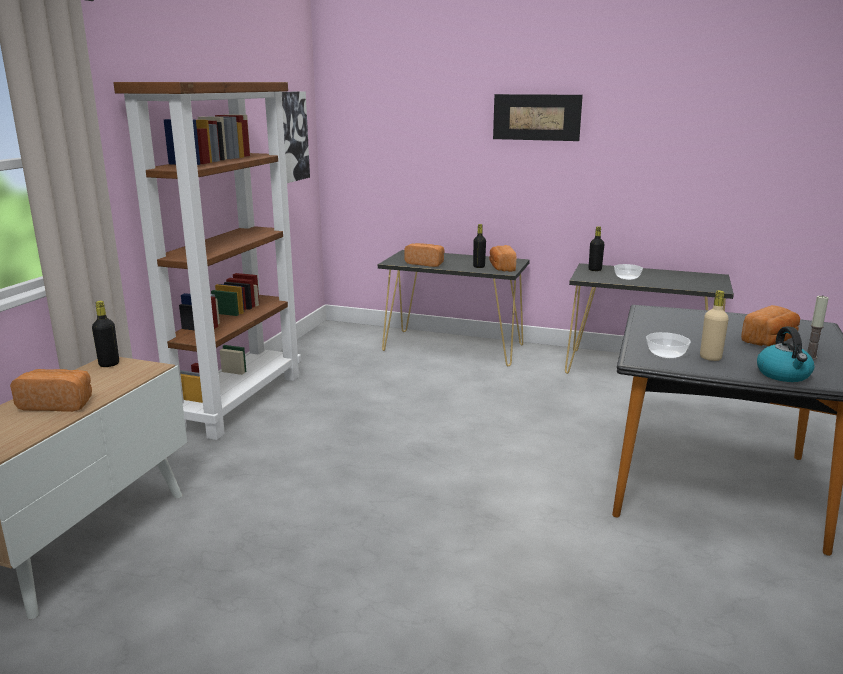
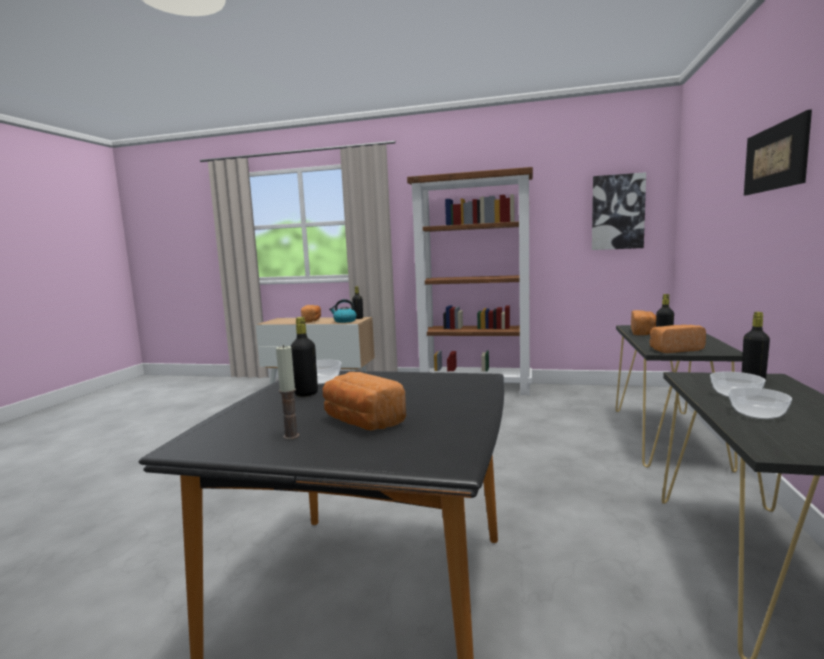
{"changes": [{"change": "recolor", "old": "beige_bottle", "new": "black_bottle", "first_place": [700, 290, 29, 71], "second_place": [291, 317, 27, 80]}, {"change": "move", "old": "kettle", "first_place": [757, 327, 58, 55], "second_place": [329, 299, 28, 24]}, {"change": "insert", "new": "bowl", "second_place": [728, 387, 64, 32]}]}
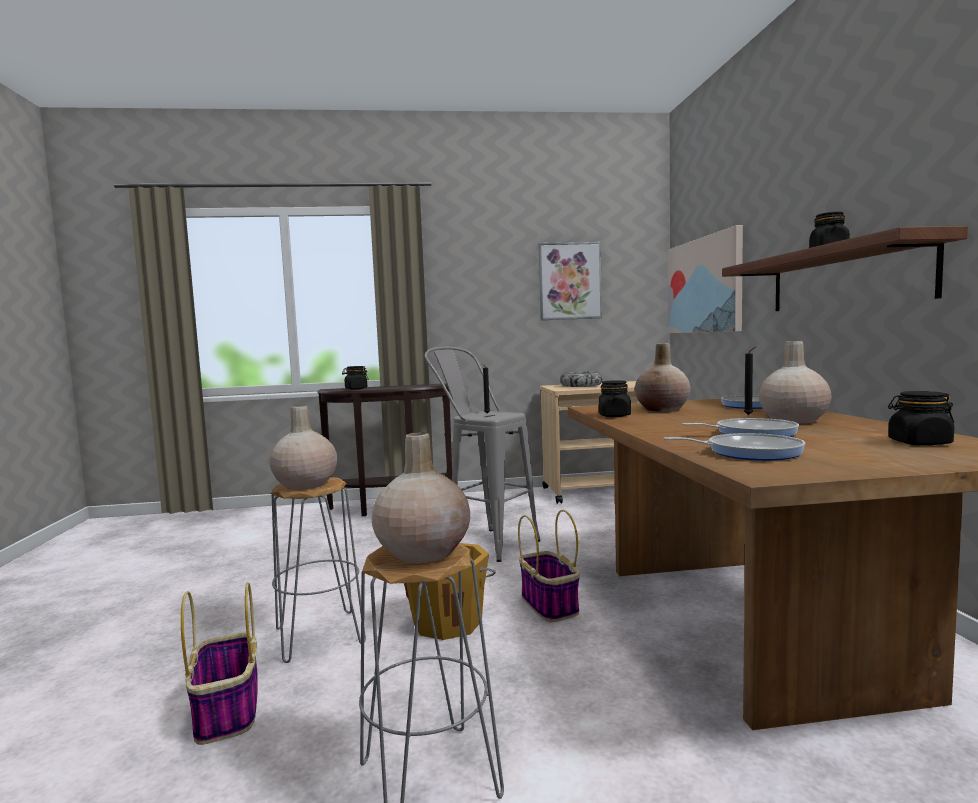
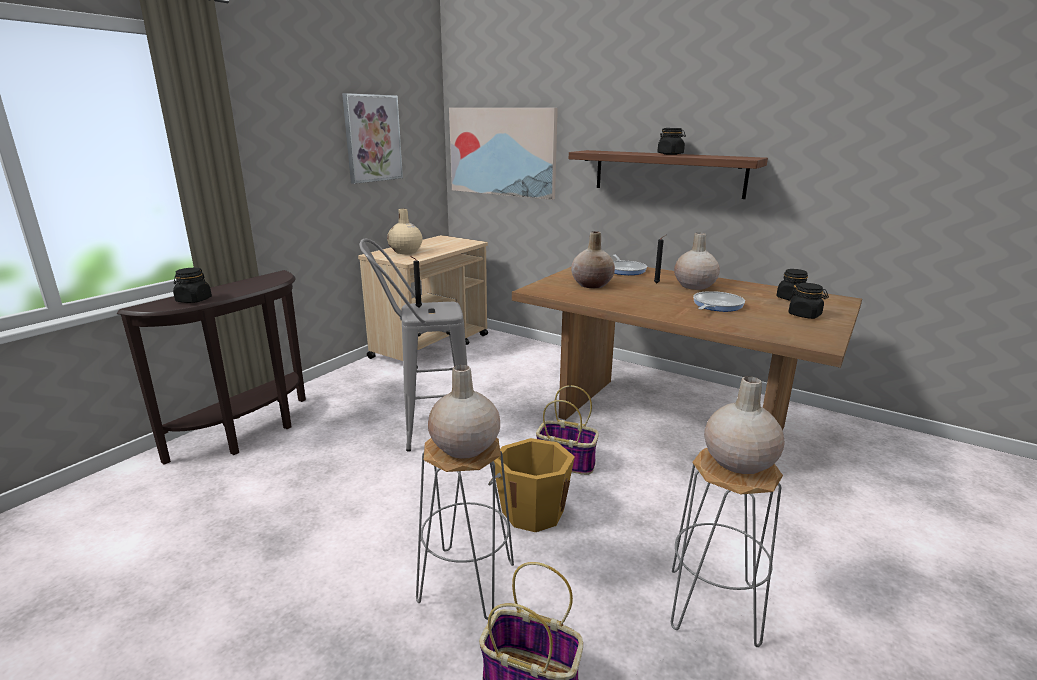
{"changes": [{"change": "replace", "old": "bowl", "new": "beige_vase", "first_place": [560, 371, 43, 16], "second_place": [387, 208, 35, 46]}, {"change": "move", "old": "black_jar", "first_place": [598, 380, 33, 37], "second_place": [788, 283, 41, 36]}, {"change": "delete", "old": "frying_pan", "first_place": [663, 433, 142, 28]}]}
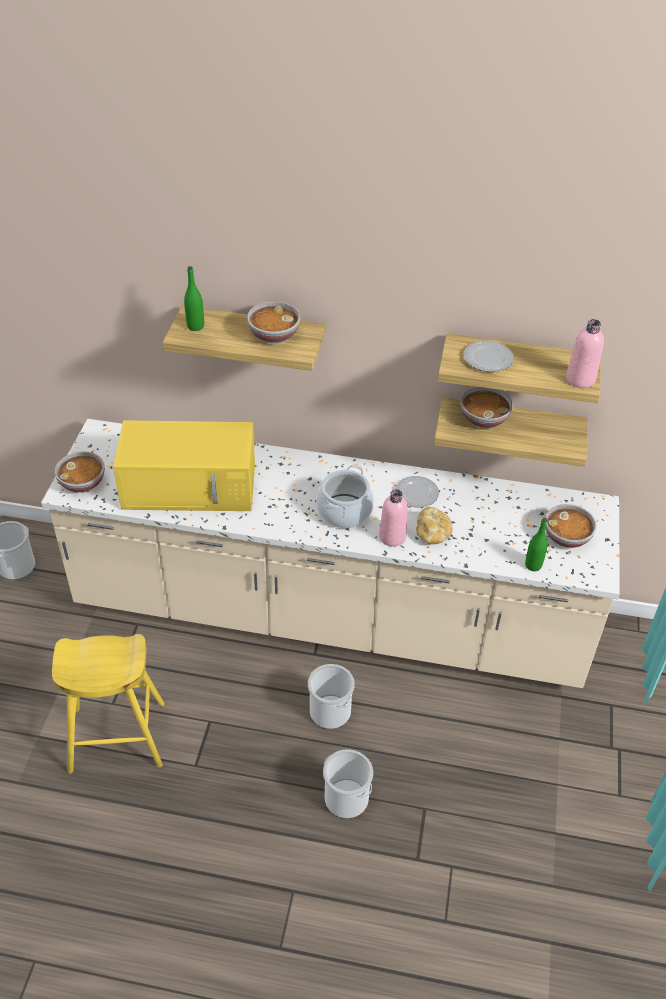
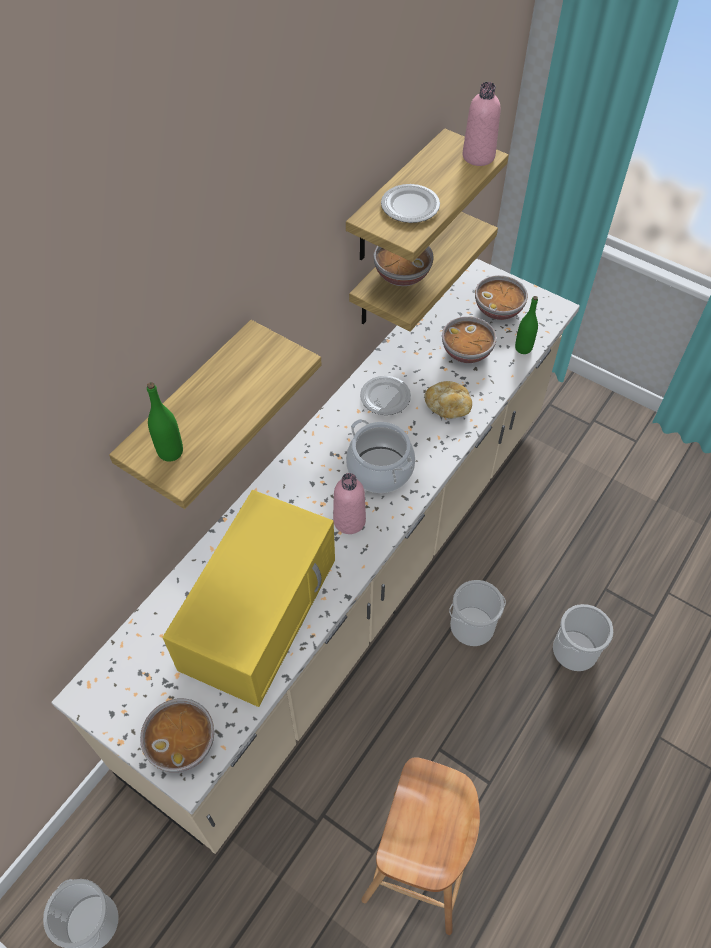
{"changes": [{"change": "move", "old": "pink_bottle", "first_place": [379, 489, 29, 58], "second_place": [333, 473, 33, 61]}, {"change": "recolor", "old": "yellow_stool", "new": "brown_stool", "first_place": [52, 634, 113, 140], "second_place": [361, 757, 119, 178]}, {"change": "move", "old": "bowl", "first_place": [247, 301, 54, 42], "second_place": [442, 316, 55, 47]}]}
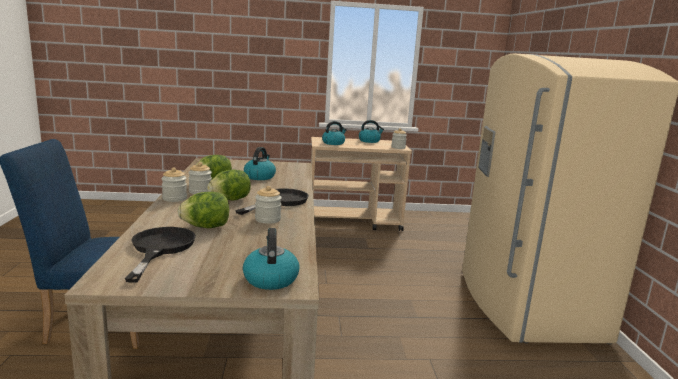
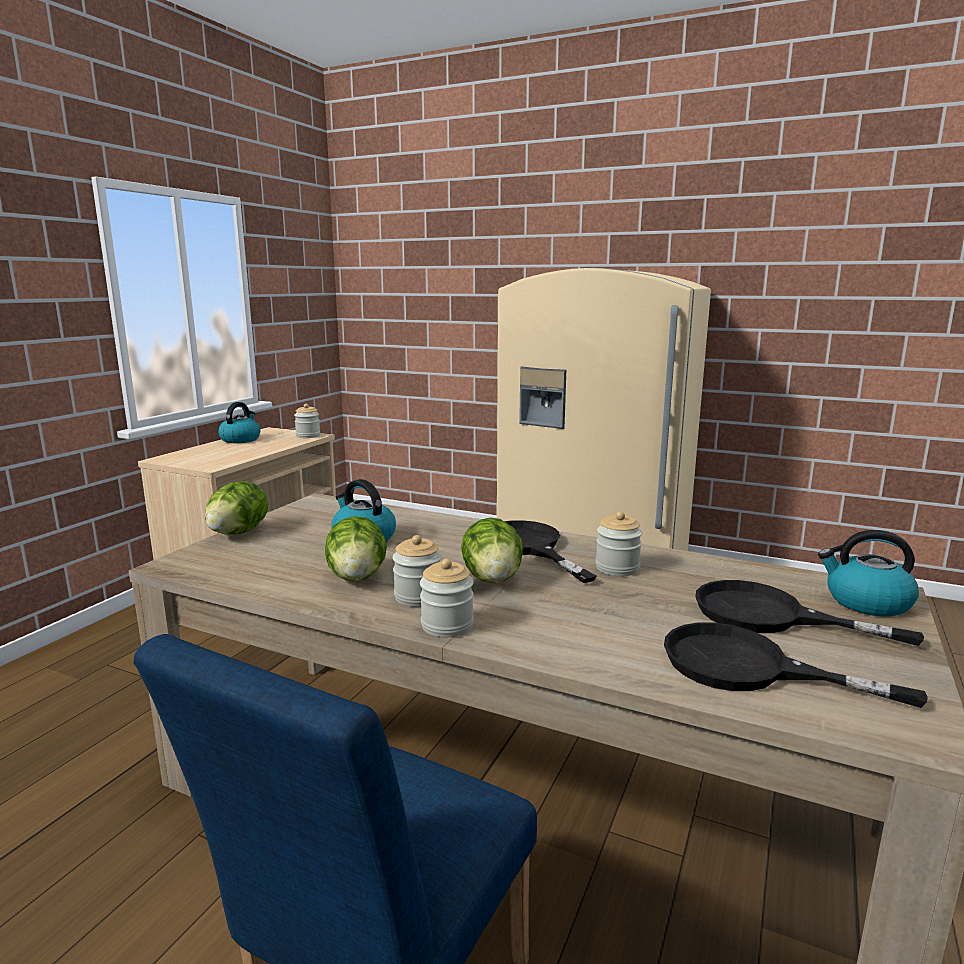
{"changes": [{"change": "move", "old": "lettuce", "first_place": [178, 192, 51, 36], "second_place": [205, 481, 63, 54]}, {"change": "insert", "new": "black_frying_pan", "second_place": [695, 580, 229, 66]}, {"change": "delete", "old": "kettle", "first_place": [322, 121, 25, 24]}]}
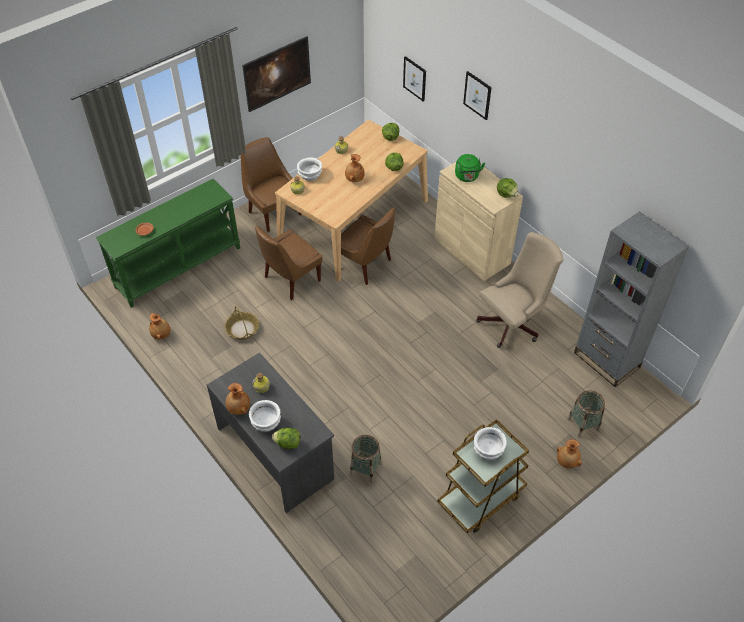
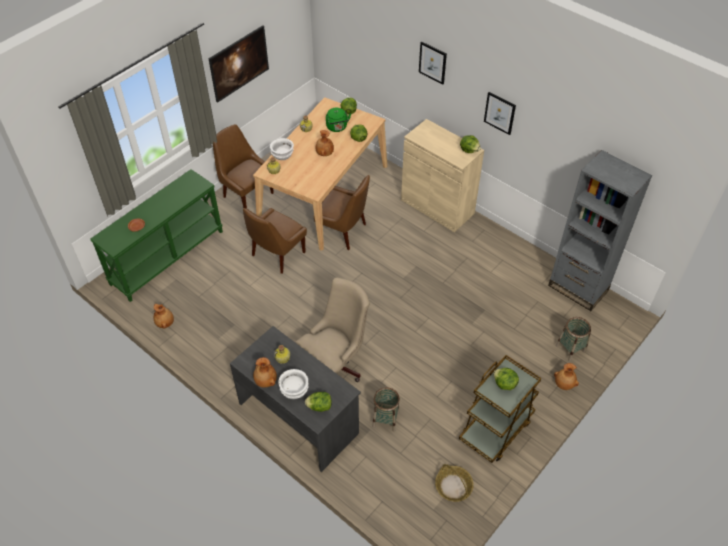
{"changes": [{"change": "move", "old": "beige_office_chair", "first_place": [476, 232, 88, 116], "second_place": [295, 277, 75, 105]}, {"change": "move", "old": "green_kettle", "first_place": [455, 154, 30, 28], "second_place": [326, 108, 25, 24]}, {"change": "move", "old": "basket", "first_place": [225, 306, 34, 34], "second_place": [435, 464, 39, 38]}, {"change": "move", "old": "picture", "first_place": [403, 56, 23, 46], "second_place": [484, 92, 32, 43]}, {"change": "replace", "old": "white_bowl", "new": "lettuce", "first_place": [474, 427, 33, 33], "second_place": [493, 368, 26, 22]}]}
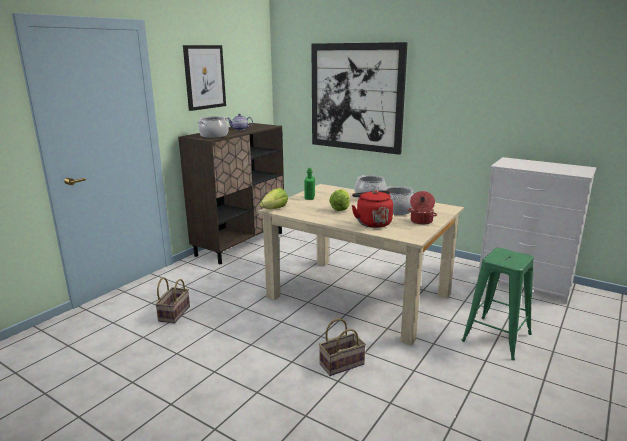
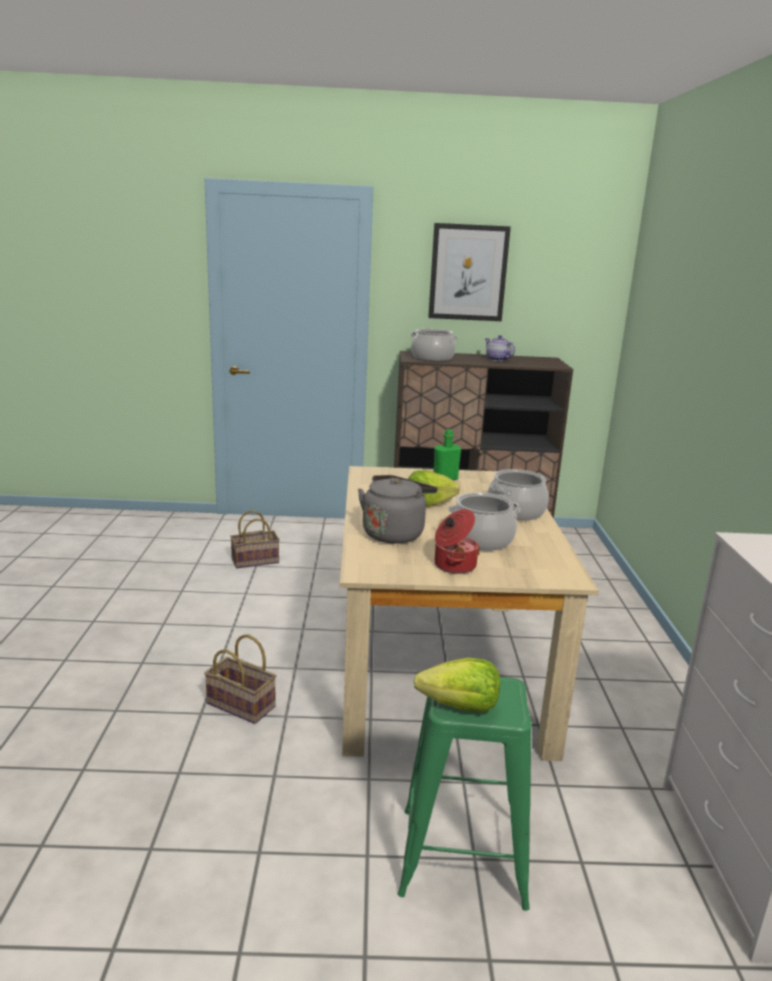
{"changes": [{"change": "recolor", "old": "red_kettle", "new": "grey_kettle", "first_place": [352, 190, 41, 38], "second_place": [358, 475, 79, 69]}, {"change": "move", "old": "lettuce", "first_place": [260, 188, 28, 21], "second_place": [414, 658, 86, 54]}, {"change": "delete", "old": "picture", "first_place": [311, 42, 97, 113]}]}
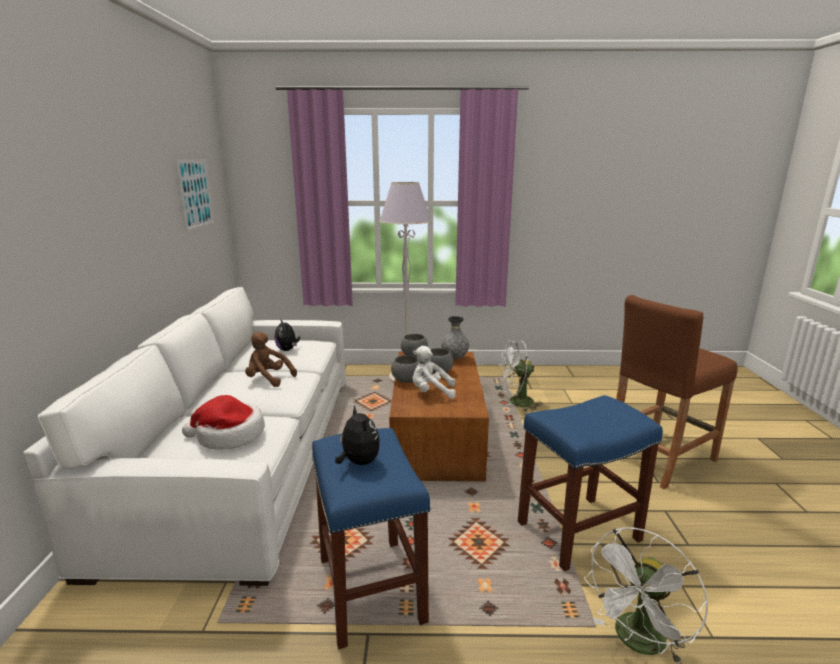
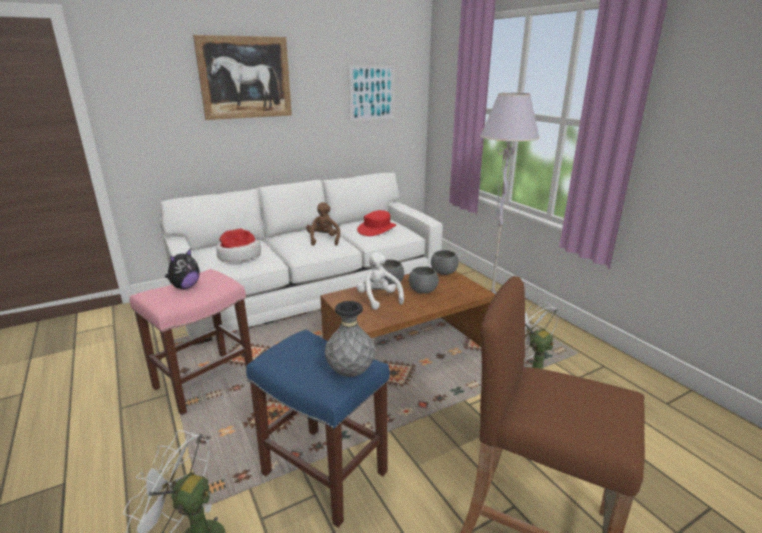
{"changes": [{"change": "recolor", "old": "blue_stool", "new": "pink_stool", "first_place": [312, 428, 119, 221], "second_place": [130, 269, 123, 146]}, {"change": "insert", "new": "picture", "second_place": [193, 35, 99, 85]}, {"change": "move", "old": "grey_vase", "first_place": [441, 316, 28, 43], "second_place": [325, 301, 50, 76]}, {"change": "replace", "old": "plush_toy", "new": "red_hat", "first_place": [275, 320, 25, 31], "second_place": [357, 210, 39, 26]}]}
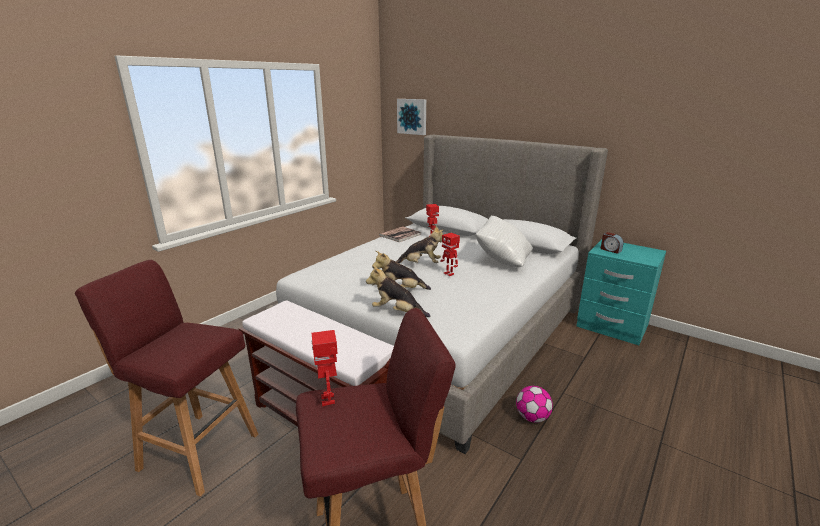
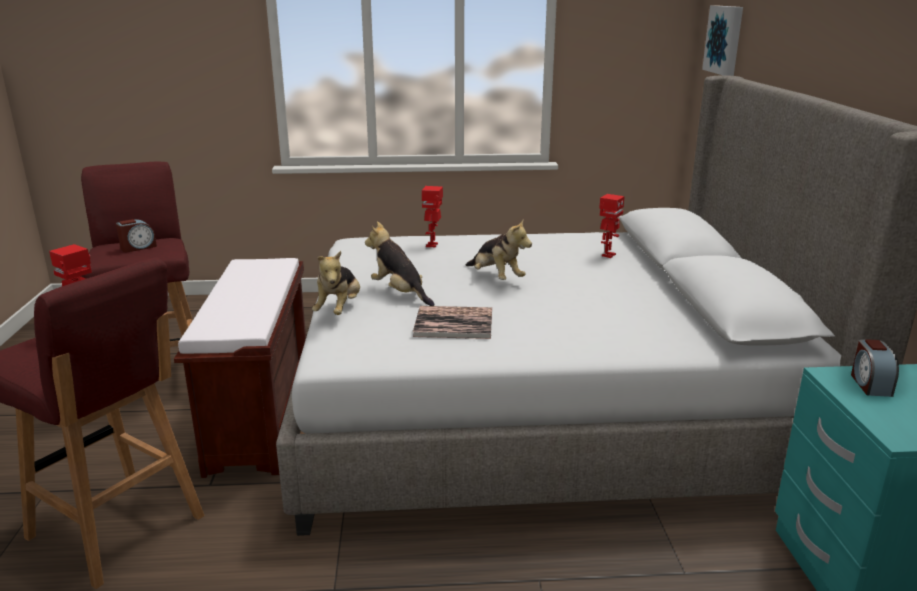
{"changes": [{"change": "insert", "new": "alarm_clock", "second_place": [116, 219, 41, 33]}, {"change": "rotate", "old": "plush_toy", "first_place": [366, 265, 64, 52], "second_place": [312, 251, 48, 64], "degrees": -150}, {"change": "move", "old": "book", "first_place": [379, 226, 43, 16], "second_place": [413, 306, 79, 33]}, {"change": "move", "old": "toy_robot", "first_place": [440, 233, 20, 43], "second_place": [422, 186, 21, 61]}, {"change": "delete", "old": "white_pillow", "first_place": [476, 215, 57, 52]}, {"change": "delete", "old": "football", "first_place": [516, 386, 37, 37]}]}
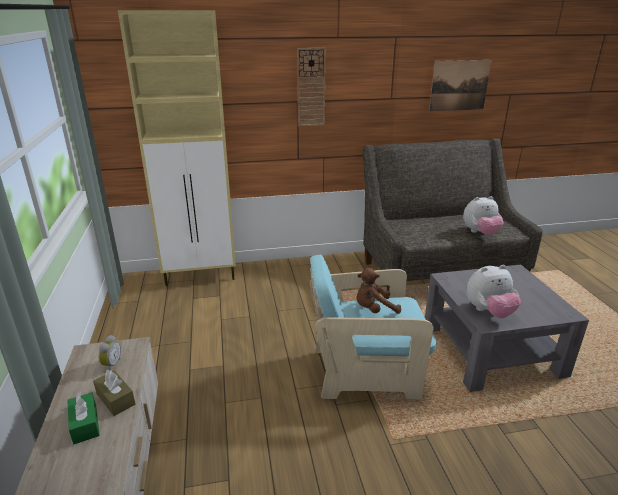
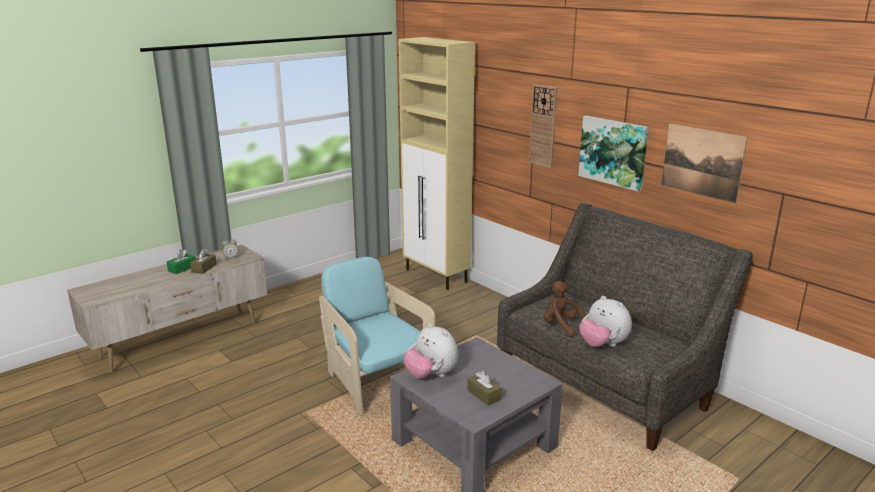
{"changes": [{"change": "insert", "new": "brown_tissue_box", "second_place": [467, 371, 35, 35]}, {"change": "move", "old": "brown_plush_toy", "first_place": [356, 268, 45, 46], "second_place": [543, 281, 43, 56]}, {"change": "insert", "new": "picture", "second_place": [578, 116, 71, 76]}]}
